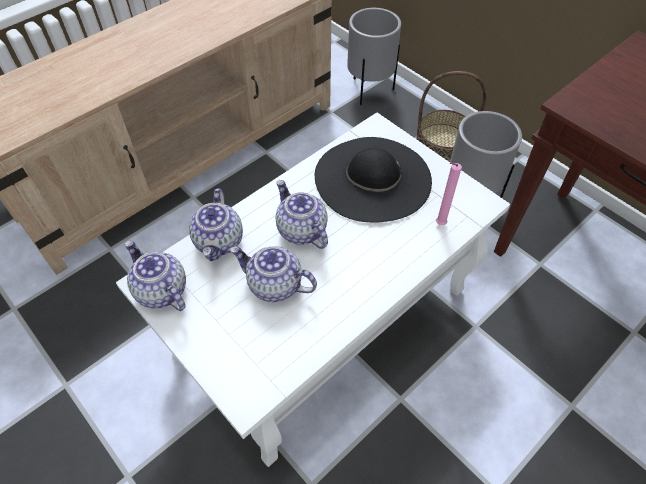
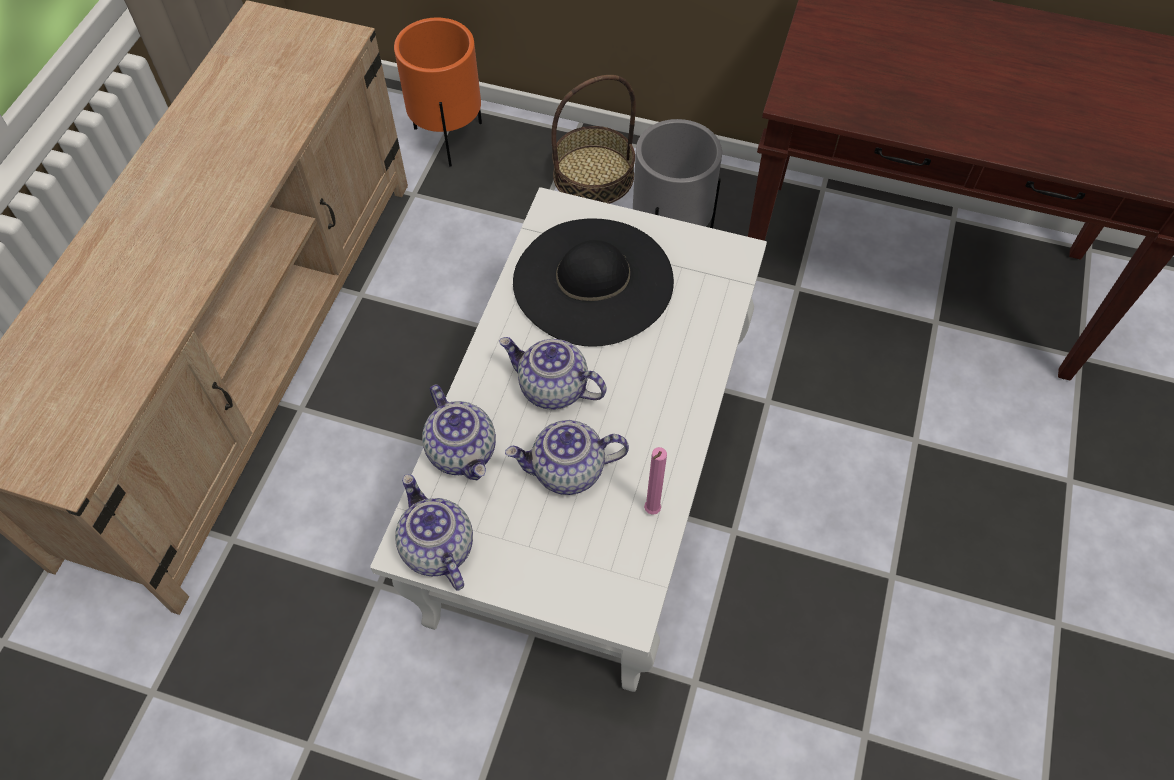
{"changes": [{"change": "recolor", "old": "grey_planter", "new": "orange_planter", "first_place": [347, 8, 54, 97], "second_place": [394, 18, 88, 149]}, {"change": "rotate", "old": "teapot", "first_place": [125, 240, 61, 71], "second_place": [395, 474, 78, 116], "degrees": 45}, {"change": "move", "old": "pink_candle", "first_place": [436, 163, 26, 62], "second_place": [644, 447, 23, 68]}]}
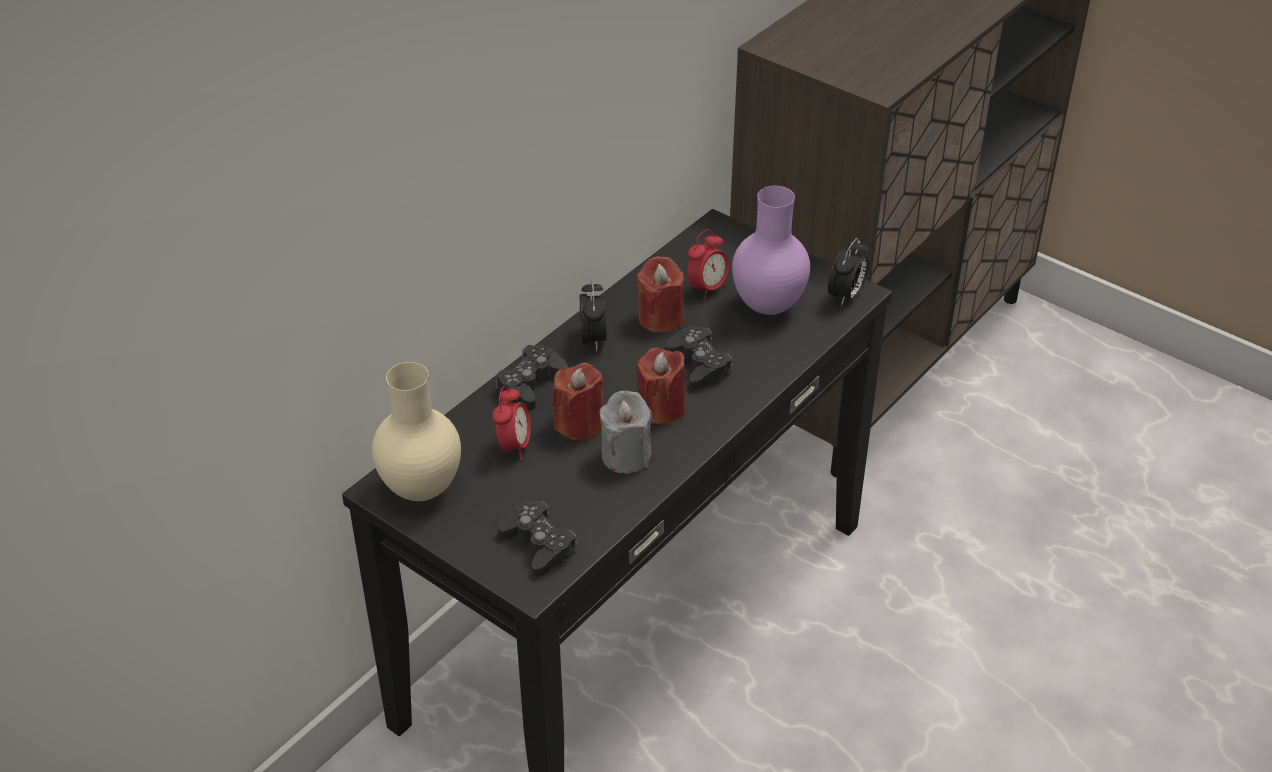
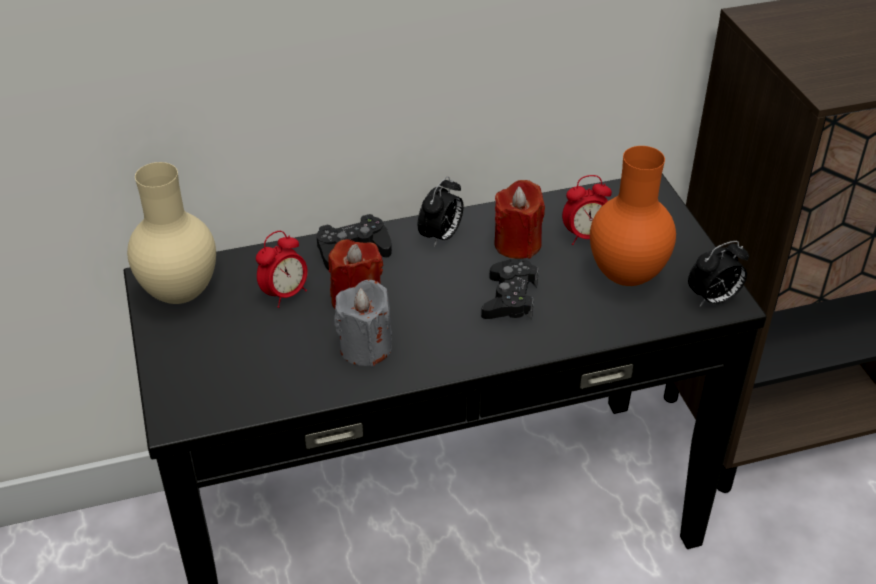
{"changes": [{"change": "recolor", "old": "purple_vase", "new": "orange_vase", "first_place": [732, 186, 78, 129], "second_place": [590, 146, 86, 140]}, {"change": "delete", "old": "black_game_controller", "first_place": [498, 501, 79, 76]}, {"change": "delete", "old": "red_candle", "first_place": [636, 348, 49, 76]}]}
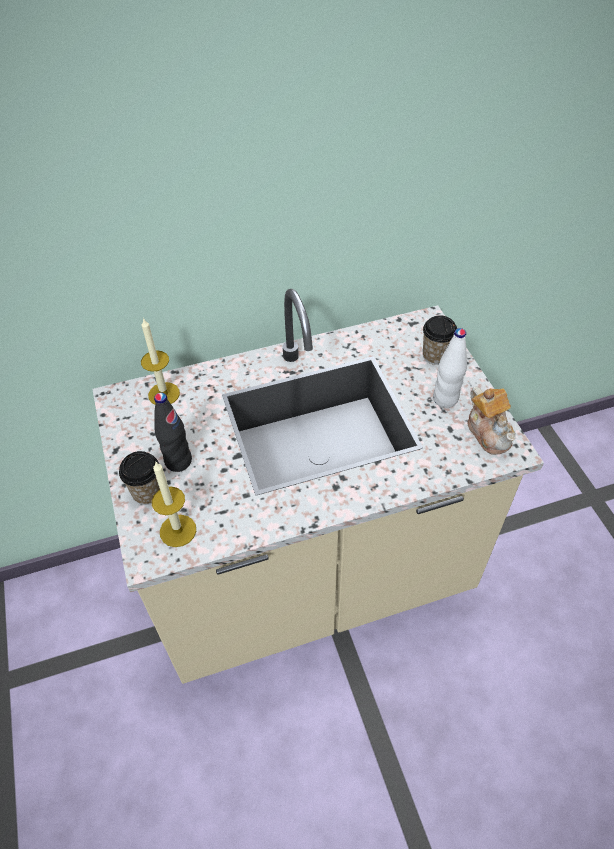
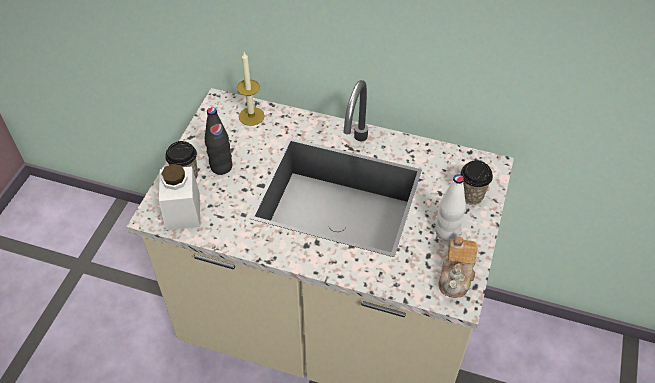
{"changes": [{"change": "replace", "old": "candle", "new": "white_jar", "first_place": [152, 462, 44, 85], "second_place": [159, 164, 41, 66]}]}
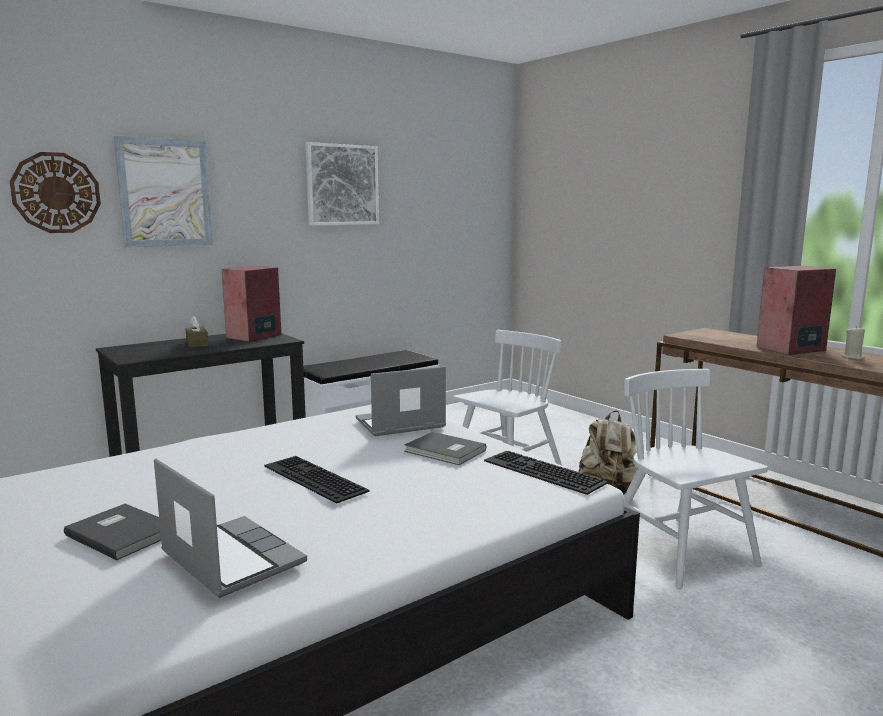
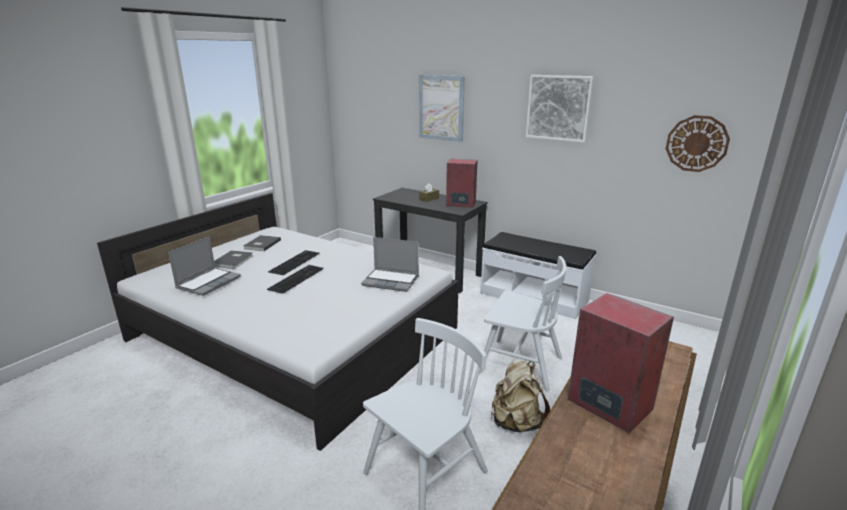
{"changes": [{"change": "move", "old": "grey_book", "first_place": [404, 432, 82, 33], "second_place": [244, 235, 37, 16]}, {"change": "move", "old": "keyboard", "first_place": [484, 451, 124, 44], "second_place": [268, 250, 52, 25]}, {"change": "rotate", "old": "laptop", "first_place": [356, 366, 90, 70], "second_place": [361, 237, 58, 55], "degrees": 150}, {"change": "move", "old": "wall_clock", "first_place": [10, 152, 91, 81], "second_place": [666, 115, 64, 57]}, {"change": "delete", "old": "beige_candle", "first_place": [841, 326, 24, 33]}]}
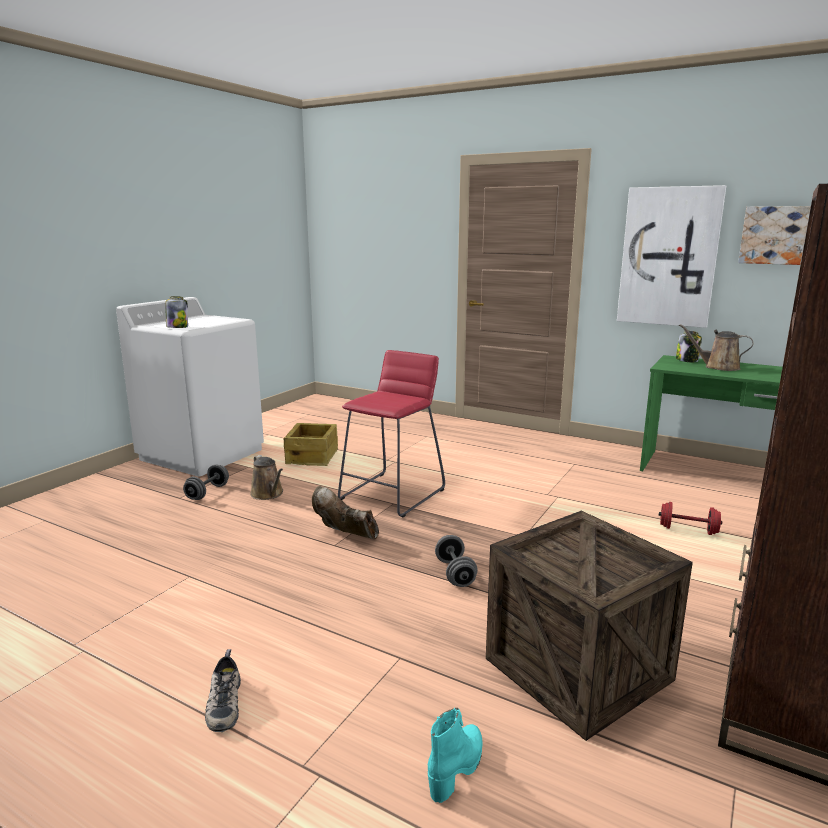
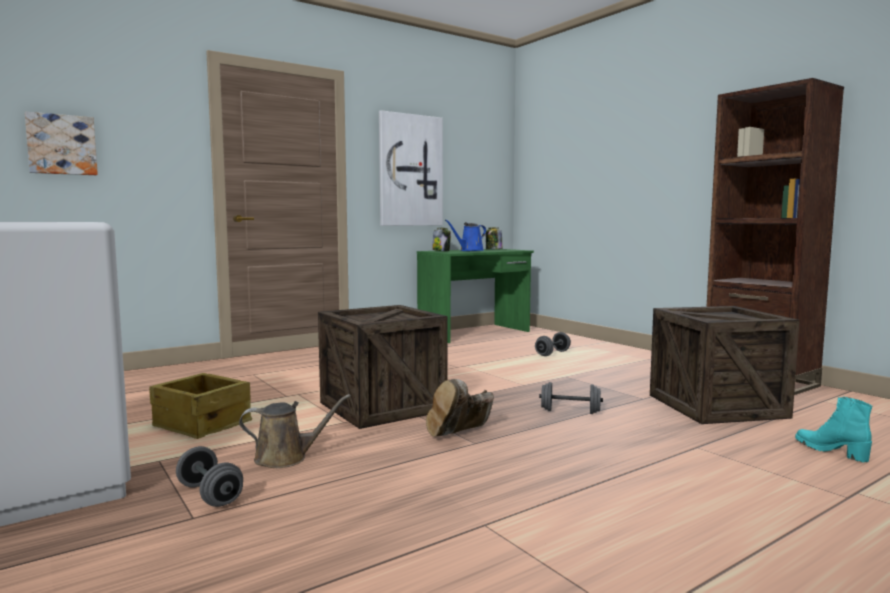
{"changes": [{"change": "move", "old": "picture", "first_place": [738, 206, 72, 59], "second_place": [25, 111, 73, 64]}, {"change": "replace", "old": "red_stool", "new": "crate", "first_place": [338, 350, 107, 168], "second_place": [318, 305, 130, 124]}, {"change": "recolor", "old": "brown_watering_can", "new": "blue_watering_can", "first_place": [679, 324, 74, 47], "second_place": [445, 220, 41, 31]}, {"change": "move", "old": "jar", "first_place": [165, 296, 23, 32], "second_place": [485, 227, 17, 23]}, {"change": "recolor", "old": "red_dumbbell", "new": "grey_dumbbell", "first_place": [659, 502, 63, 33], "second_place": [535, 332, 36, 24]}, {"change": "delete", "old": "shoe", "first_place": [205, 649, 36, 83]}]}
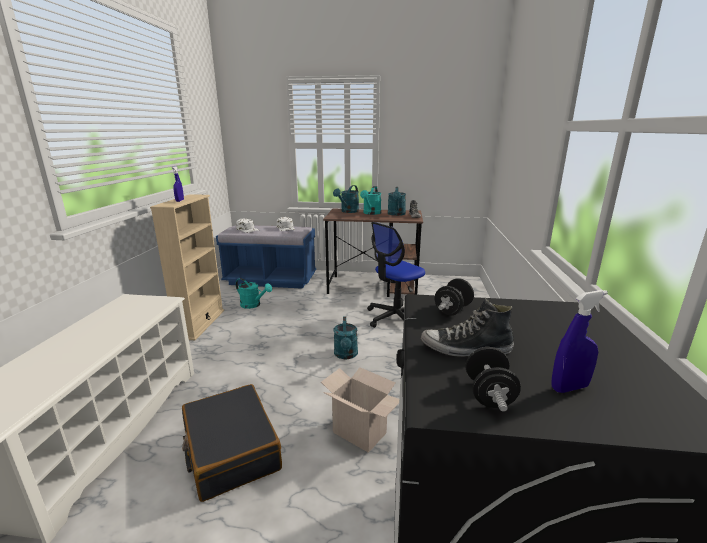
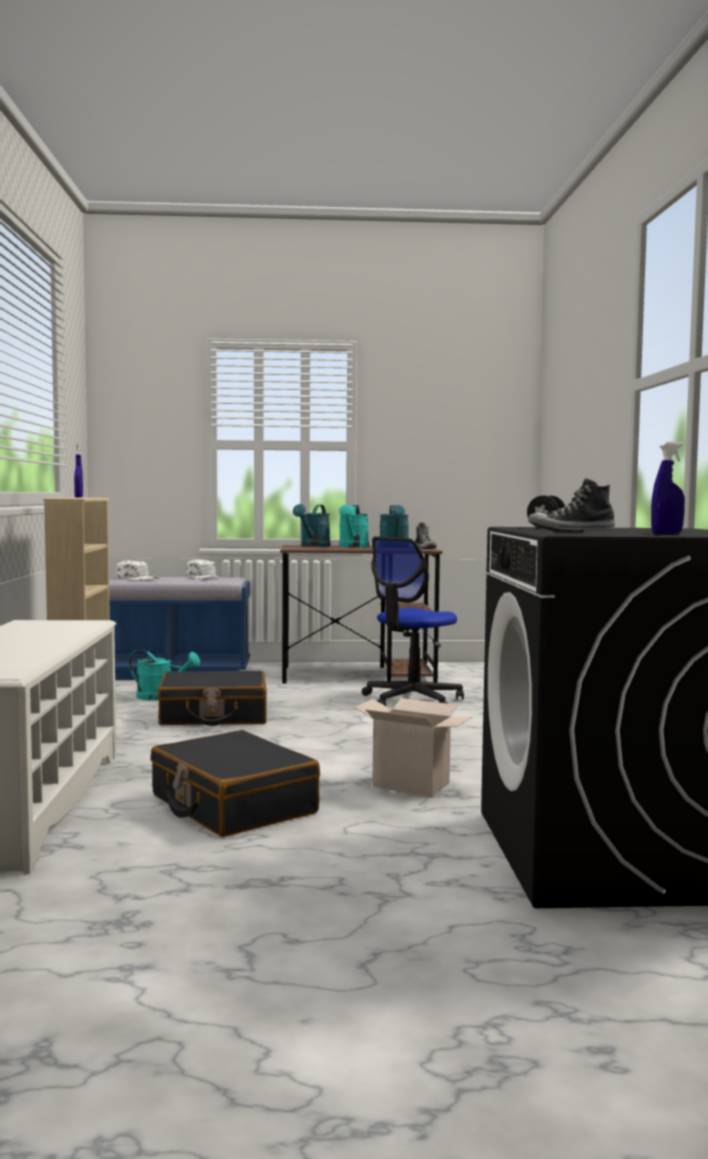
{"changes": [{"change": "insert", "new": "black_suitcase", "second_place": [157, 671, 110, 55]}, {"change": "delete", "old": "turquoise_watering_can", "first_place": [334, 316, 24, 43]}, {"change": "delete", "old": "black_dumbbell", "first_place": [466, 347, 55, 65]}]}
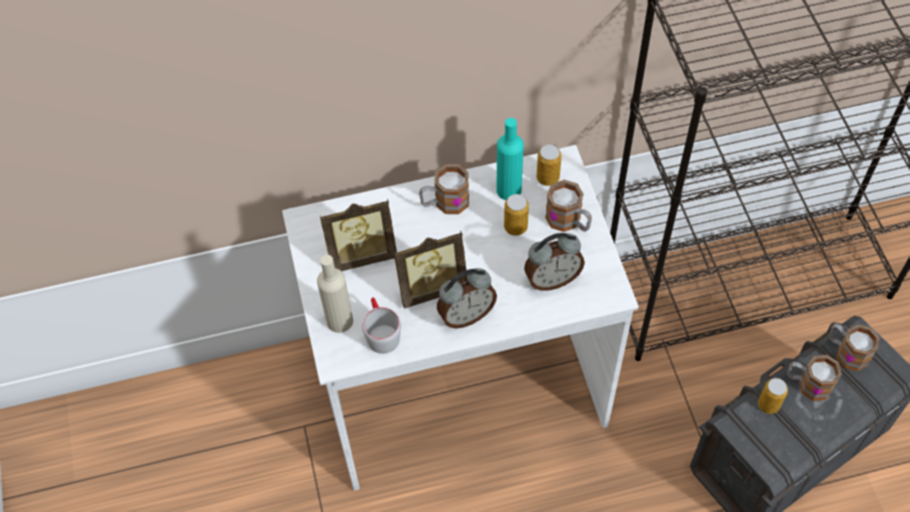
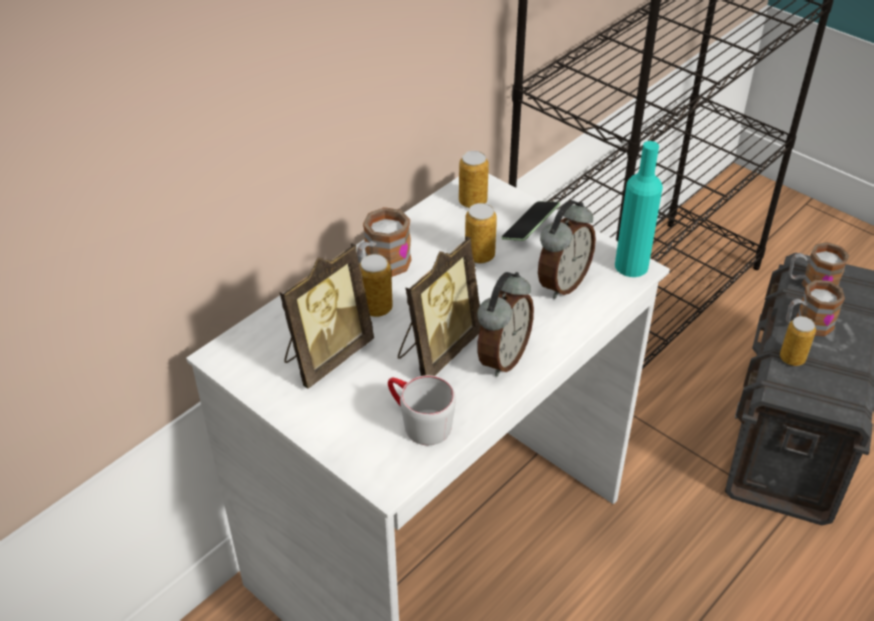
{"changes": [{"change": "insert", "new": "can", "second_place": [359, 254, 34, 63]}, {"change": "replace", "old": "mug", "new": "phone", "first_place": [545, 180, 47, 52], "second_place": [501, 201, 59, 40]}, {"change": "move", "old": "turquoise_bottle", "first_place": [496, 118, 28, 82], "second_place": [615, 141, 48, 136]}, {"change": "delete", "old": "beige_bottle", "first_place": [317, 255, 36, 78]}]}
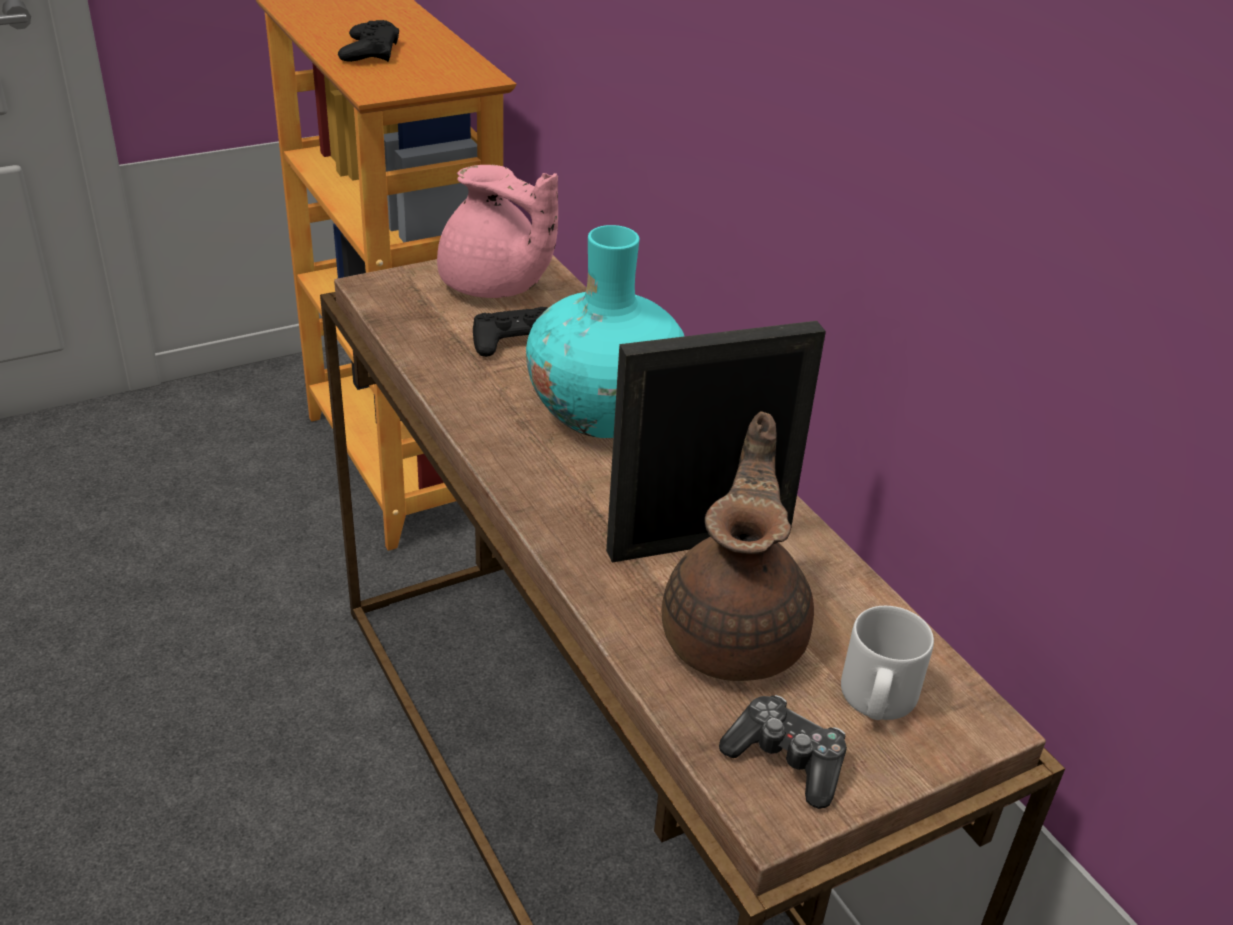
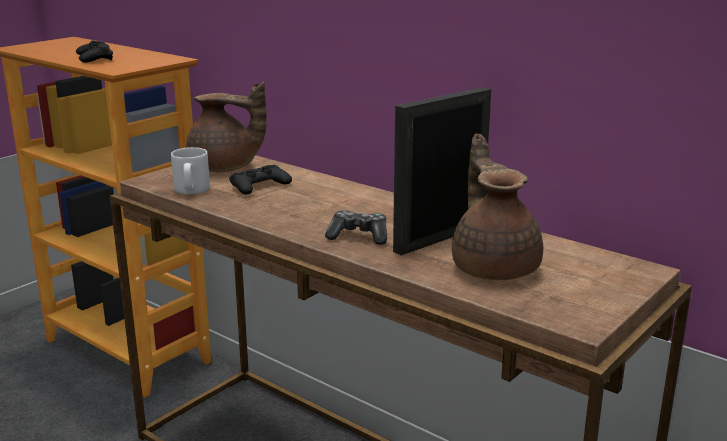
{"changes": [{"change": "move", "old": "grey_mug", "first_place": [841, 606, 93, 114], "second_place": [171, 147, 39, 48]}, {"change": "recolor", "old": "pink_teapot", "new": "brown_teapot", "first_place": [437, 165, 121, 133], "second_place": [186, 82, 81, 90]}, {"change": "move", "old": "game_controller", "first_place": [719, 695, 128, 114], "second_place": [325, 210, 62, 35]}, {"change": "delete", "old": "turquoise_vase", "first_place": [526, 225, 158, 213]}]}
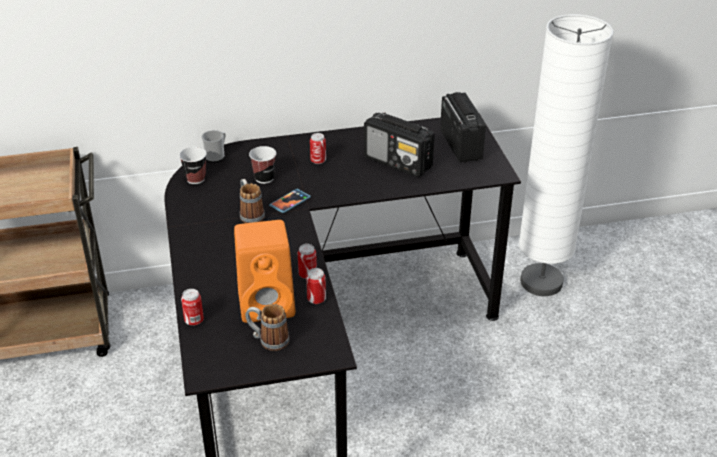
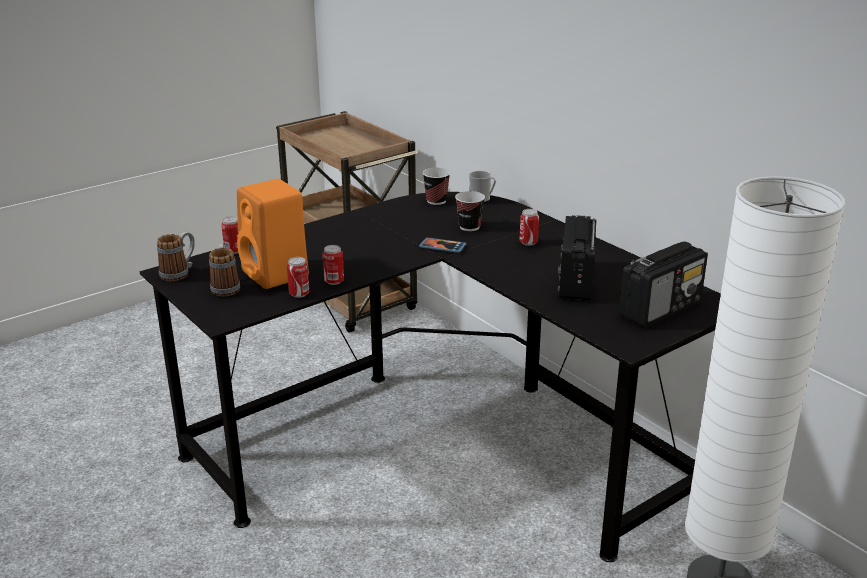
{"changes": [{"change": "move", "old": "mug", "first_place": [240, 179, 25, 44], "second_place": [157, 232, 38, 49]}]}
